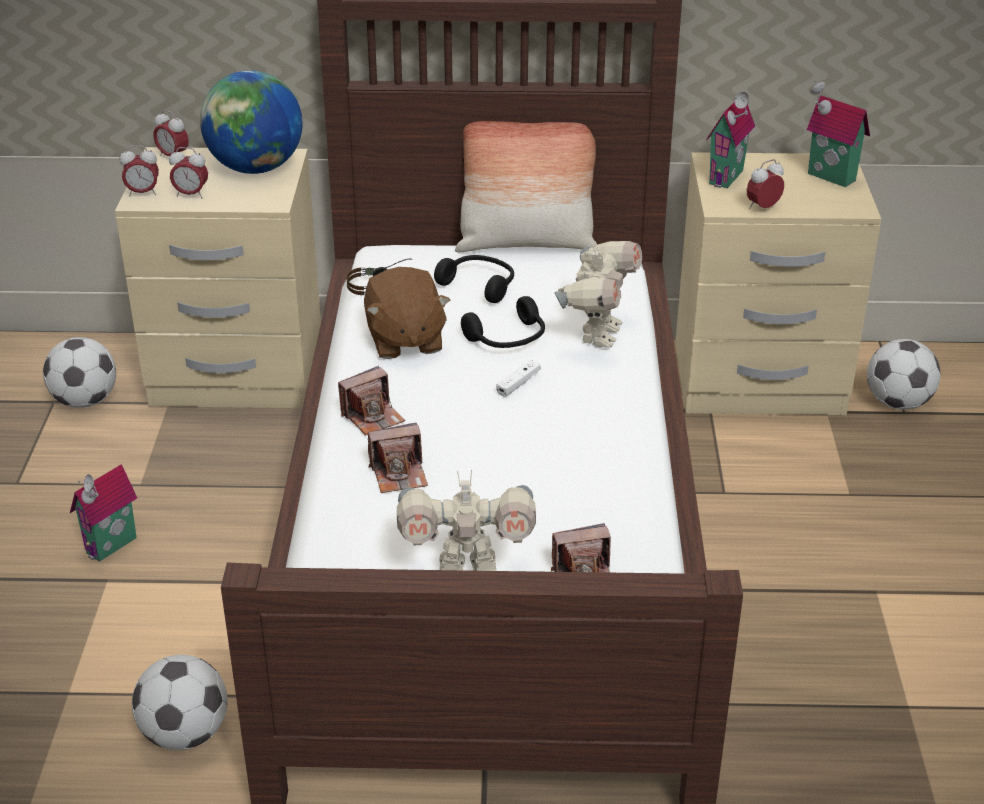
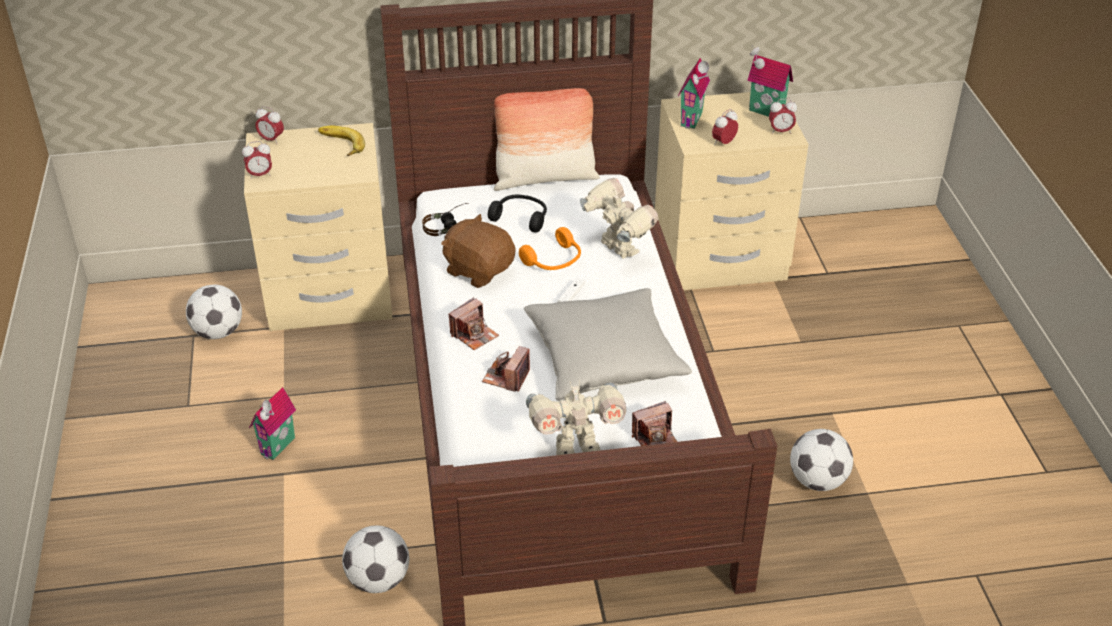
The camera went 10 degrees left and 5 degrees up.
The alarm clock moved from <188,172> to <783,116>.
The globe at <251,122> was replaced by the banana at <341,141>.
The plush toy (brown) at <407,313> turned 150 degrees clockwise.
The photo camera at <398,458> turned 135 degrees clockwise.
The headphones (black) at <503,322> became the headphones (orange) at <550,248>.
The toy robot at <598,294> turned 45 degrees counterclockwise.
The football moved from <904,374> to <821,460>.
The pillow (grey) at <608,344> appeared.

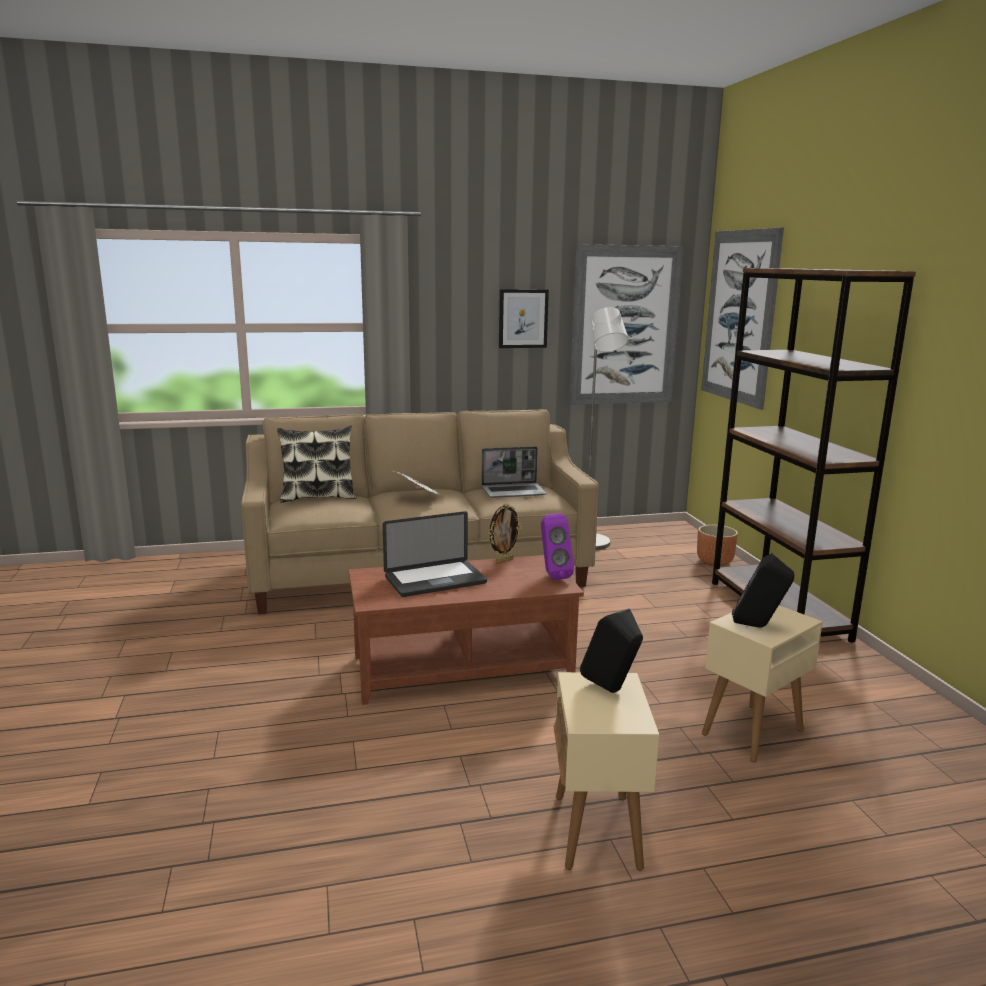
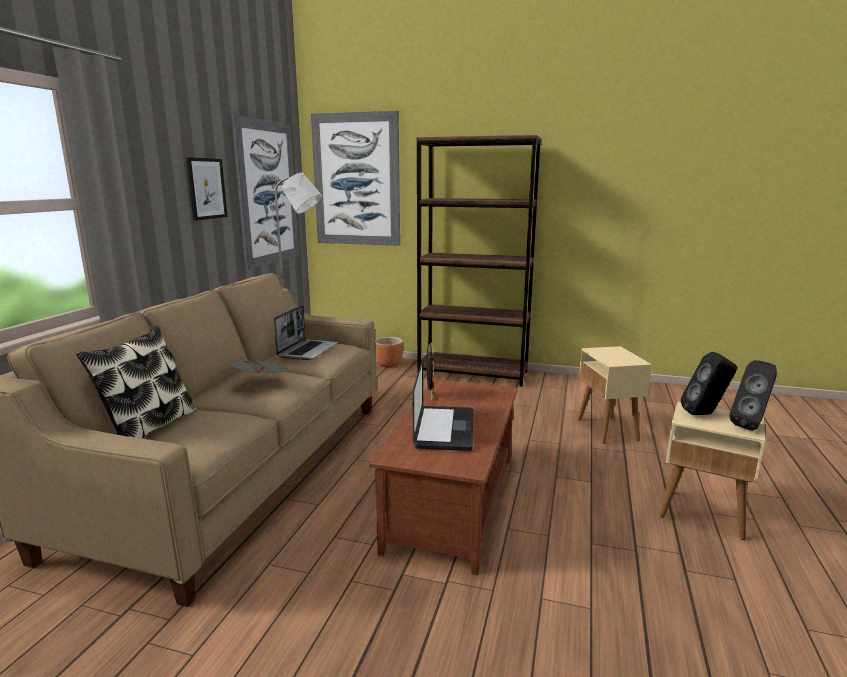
The camera went 60 degrees left and 0 degrees up.
The speaker (purple) at <557,546> disappeared.
The speaker (black) moved from <763,590> to <753,395>.

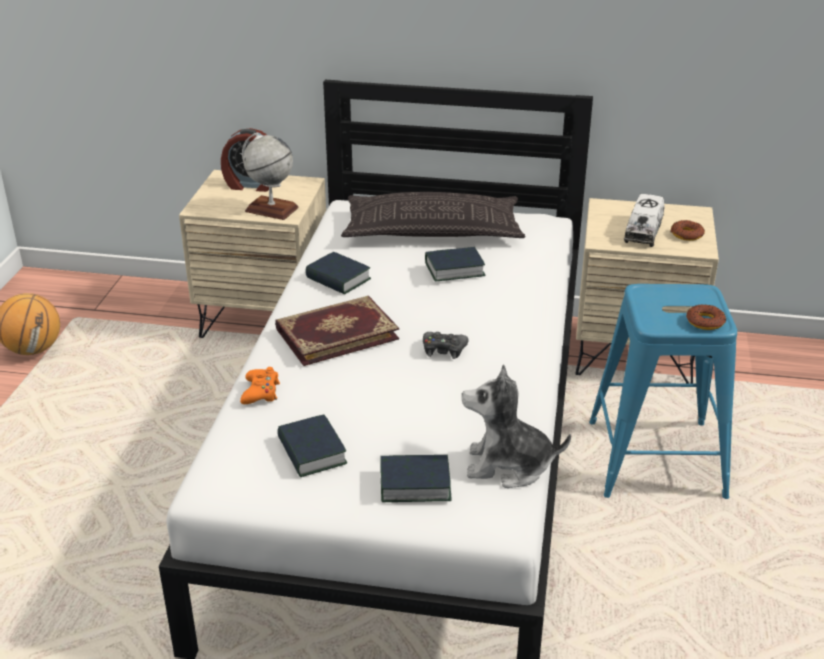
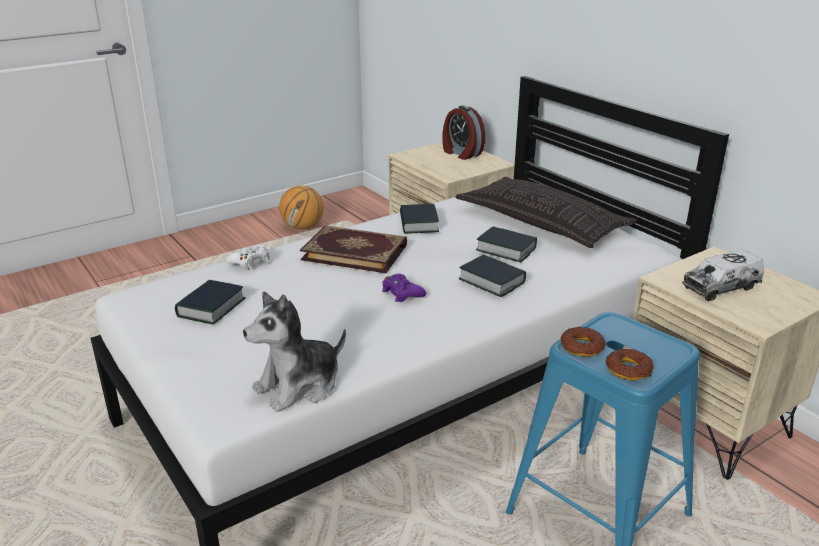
The camera went 45 degrees right and 5 degrees down.
The game controller (orange) at <260,385> became the game controller (white) at <248,257>.
The globe at <270,176> disappeared.
The book moved from <416,478> to <492,276>.
The game controller (black) at <446,345> became the game controller (purple) at <404,288>.
The plush toy at <516,426> turned 90 degrees counterclockwise.
The donut moved from <687,230> to <583,342>.

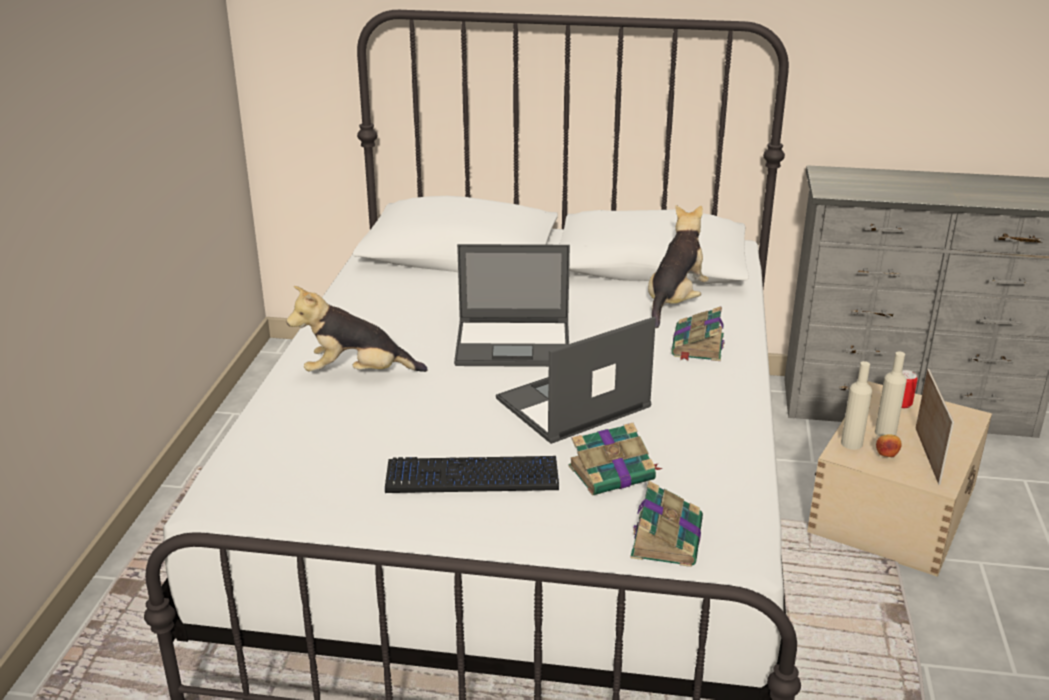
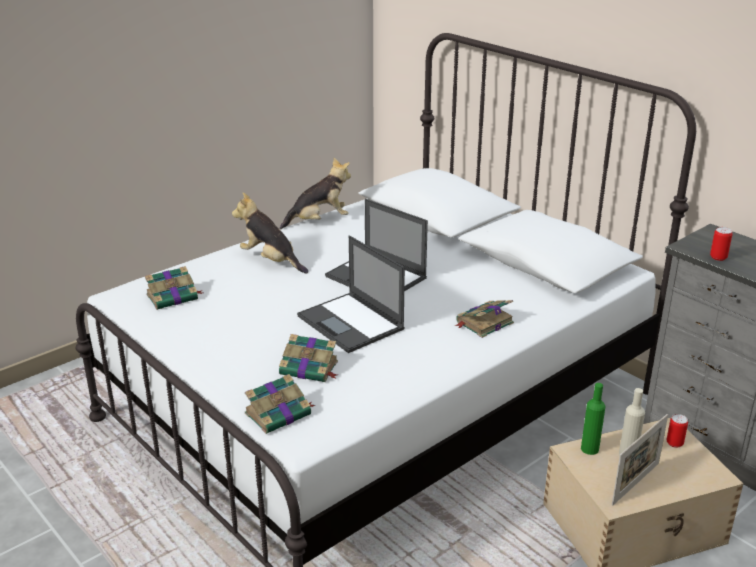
The camera went 40 degrees right and 0 degrees up.
The keyboard at <472,474> disappeared.
The laptop at <576,380> turned 135 degrees counterclockwise.
The plush toy moved from <678,266> to <315,194>.
The bottle (beige) at <856,405> became the bottle (green) at <593,419>.
The apple at <889,445> disappeared.
The book at <173,288> appeared.
The can at <721,244> appeared.

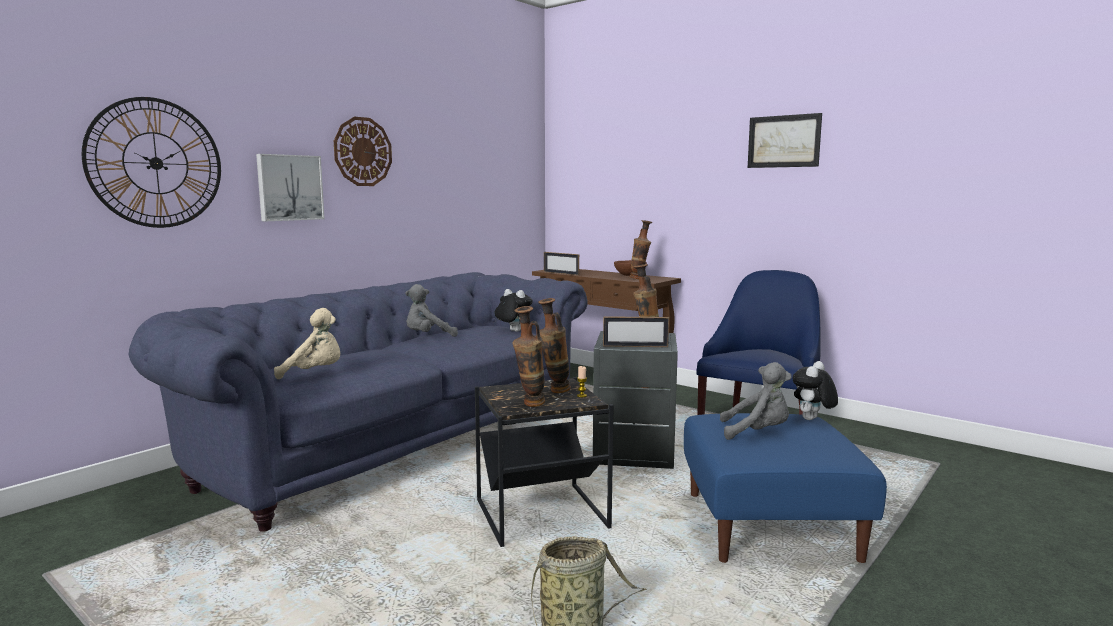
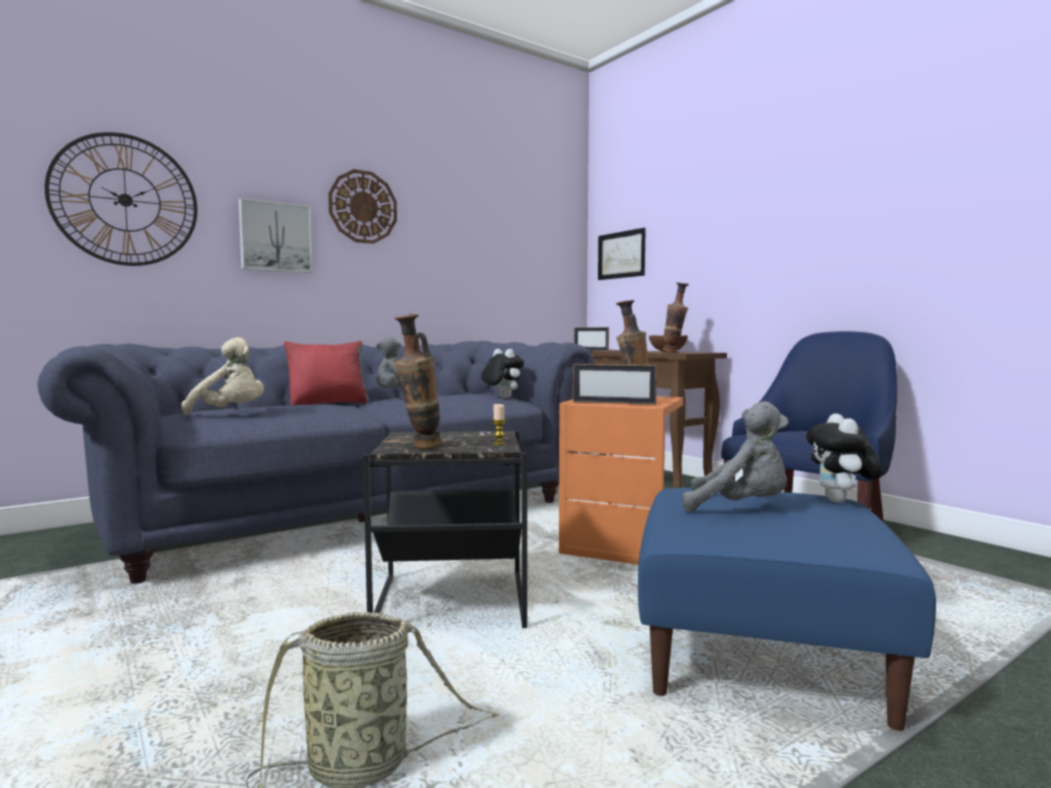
The camera went 15 degrees right and 5 degrees down.
The vase at <554,345> disappeared.
The side table (grey) at <635,400> became the side table (orange) at <621,480>.
The picture moved from <785,140> to <622,254>.
The plush toy at <815,390> turned 45 degrees counterclockwise.
The pillow (red) at <326,373> appeared.

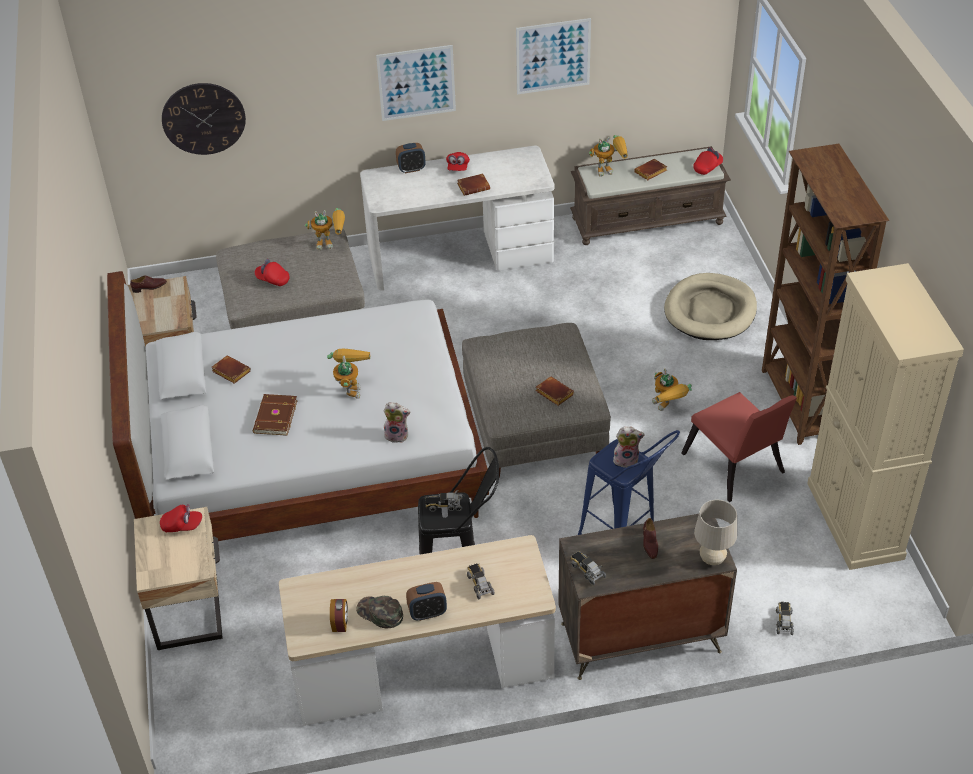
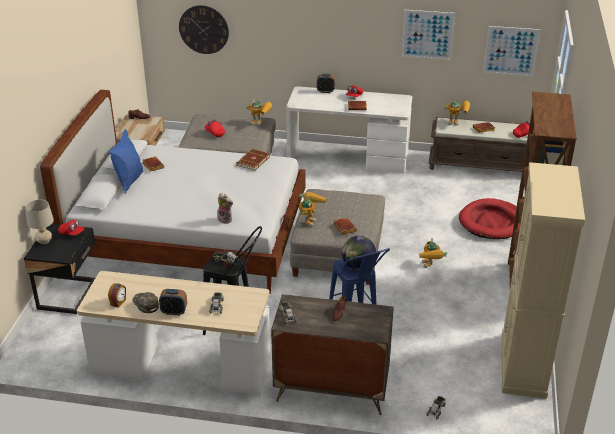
The camera went 20 degrees right and 10 degrees down.
The nightstand (beige) at <178,578> became the nightstand (black) at <59,269>.
The book (brown) moved from <275,415> to <253,160>.
The toy robot moved from <348,373> to <313,209>.
The picture moved from <416,83> to <511,51>.
The plush toy at <629,447> was replaced by the globe at <359,253>.
The dog bed (beige) at <710,306> became the dog bed (red) at <489,218>.
The chair (red) at <739,447> disappeared.
The table lamp (beige) moved from <715,532> to <39,221>.
The pillow (blue) at <125,161> appeared.

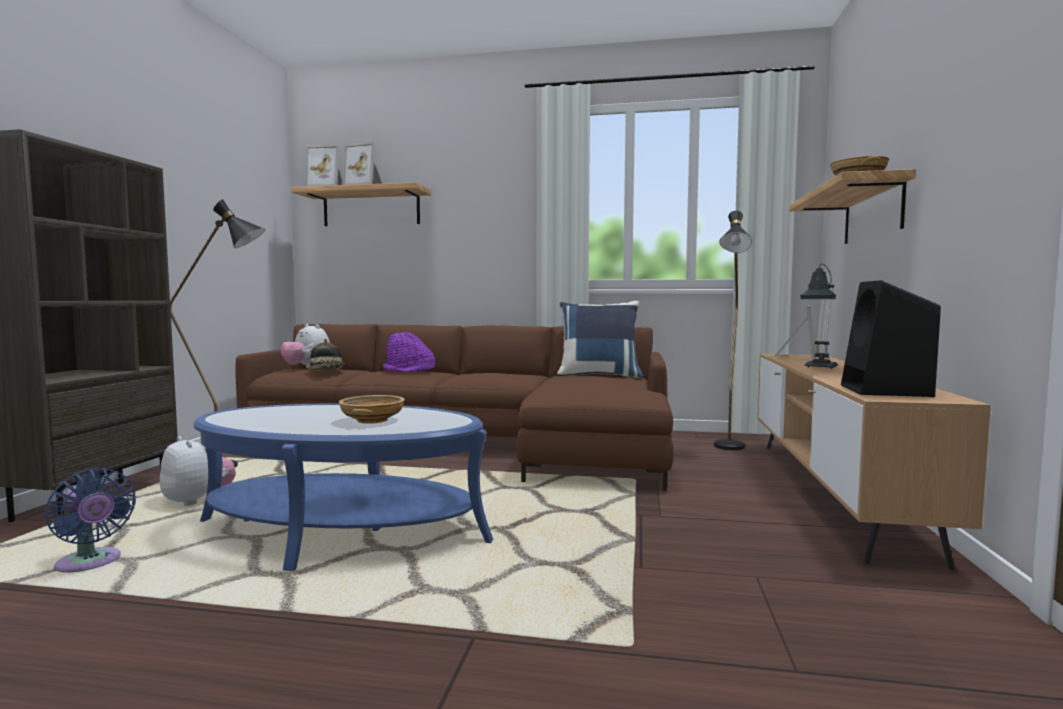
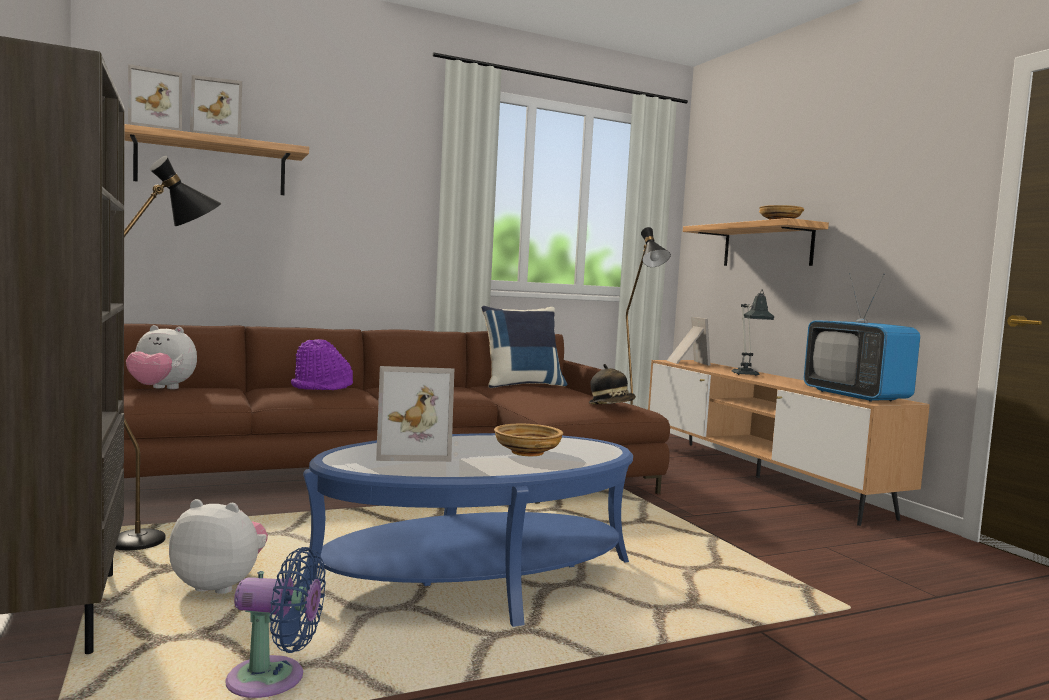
The camera went 35 degrees left and 0 degrees up.
The hat moved from <326,355> to <612,384>.
The speaker (black) at <891,338> was replaced by the television at <862,337>.
The picture frame at <415,414> appeared.

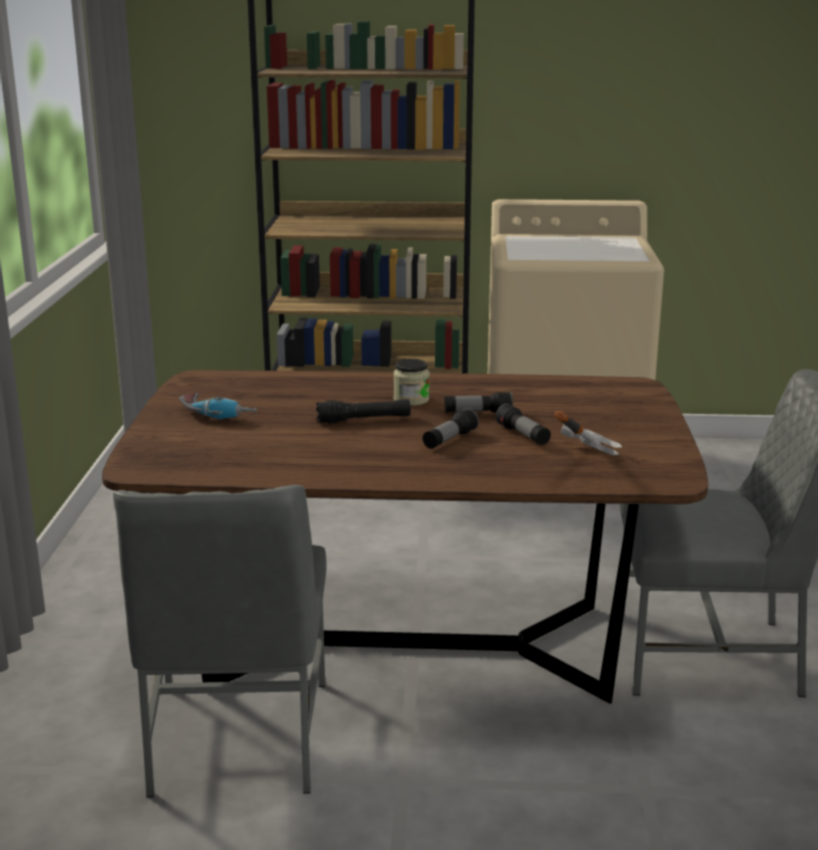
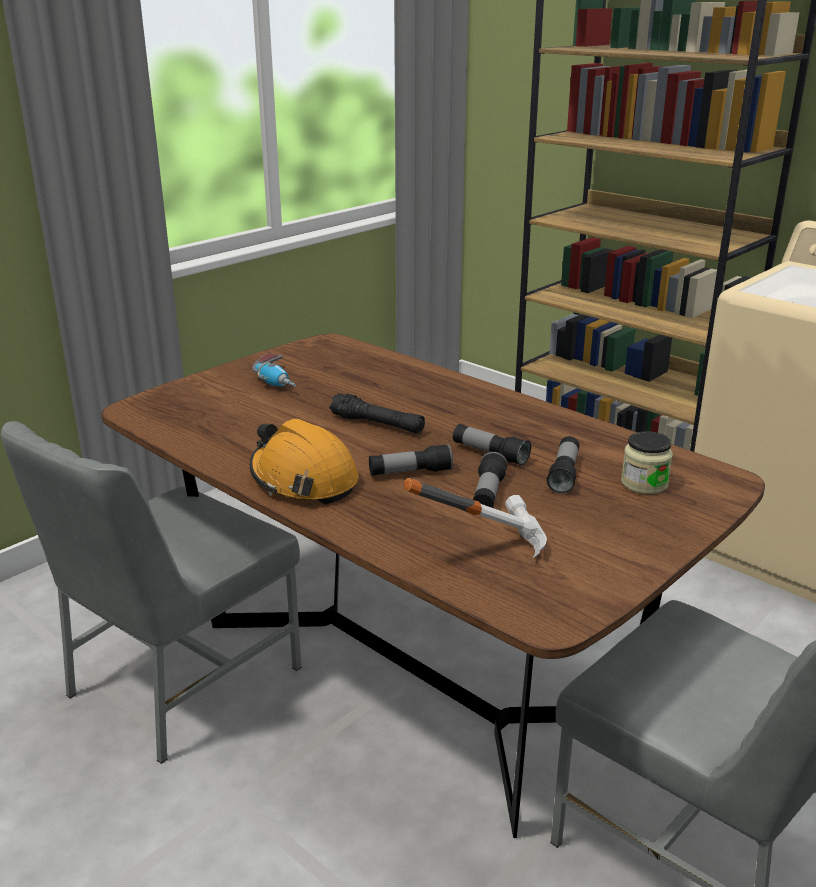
The camera went 40 degrees right and 5 degrees up.
The jar moved from <411,382> to <647,462>.
The hard hat (orange) at <304,461> appeared.
The flashlight at <563,465> appeared.

